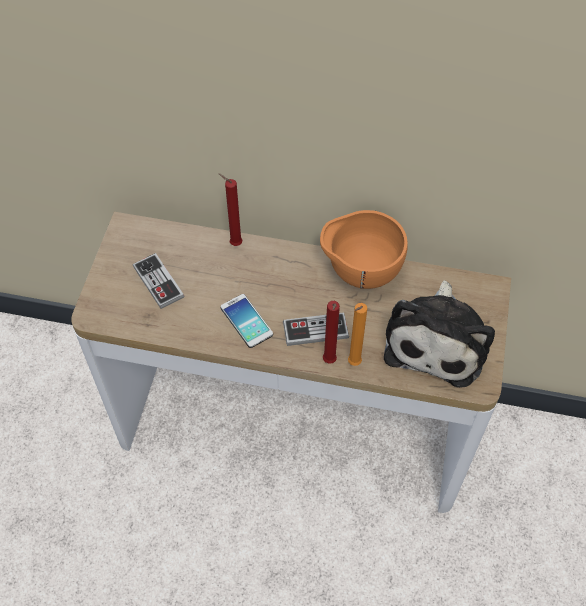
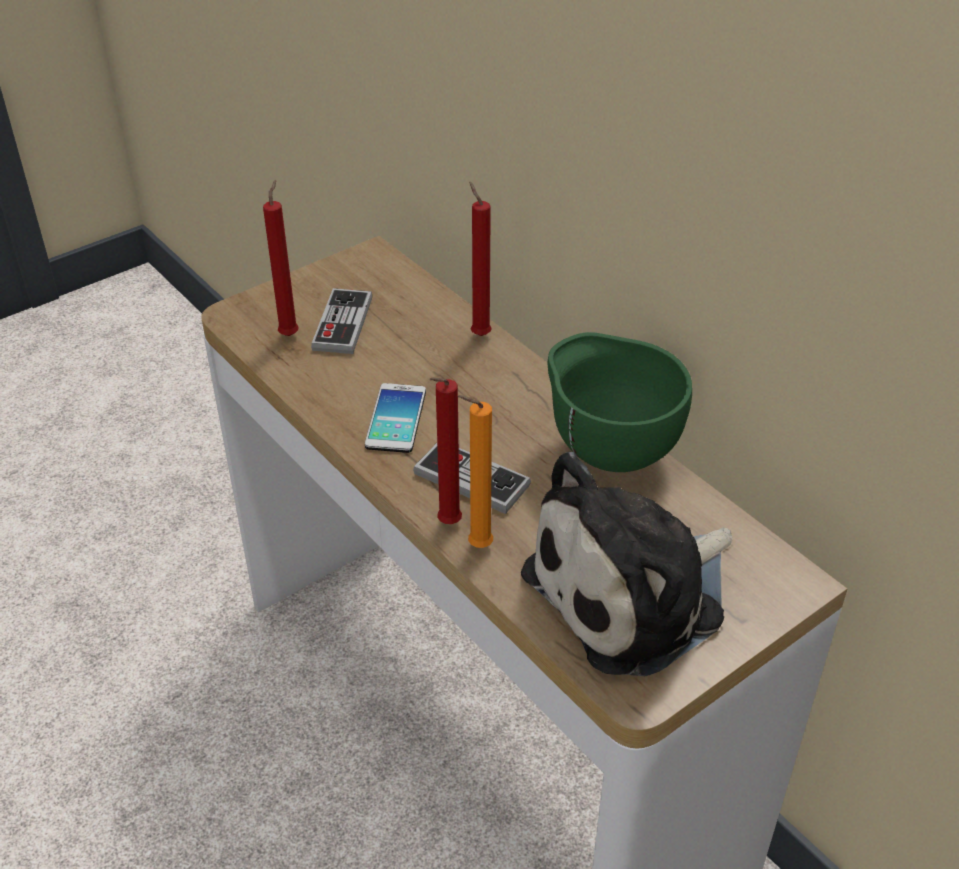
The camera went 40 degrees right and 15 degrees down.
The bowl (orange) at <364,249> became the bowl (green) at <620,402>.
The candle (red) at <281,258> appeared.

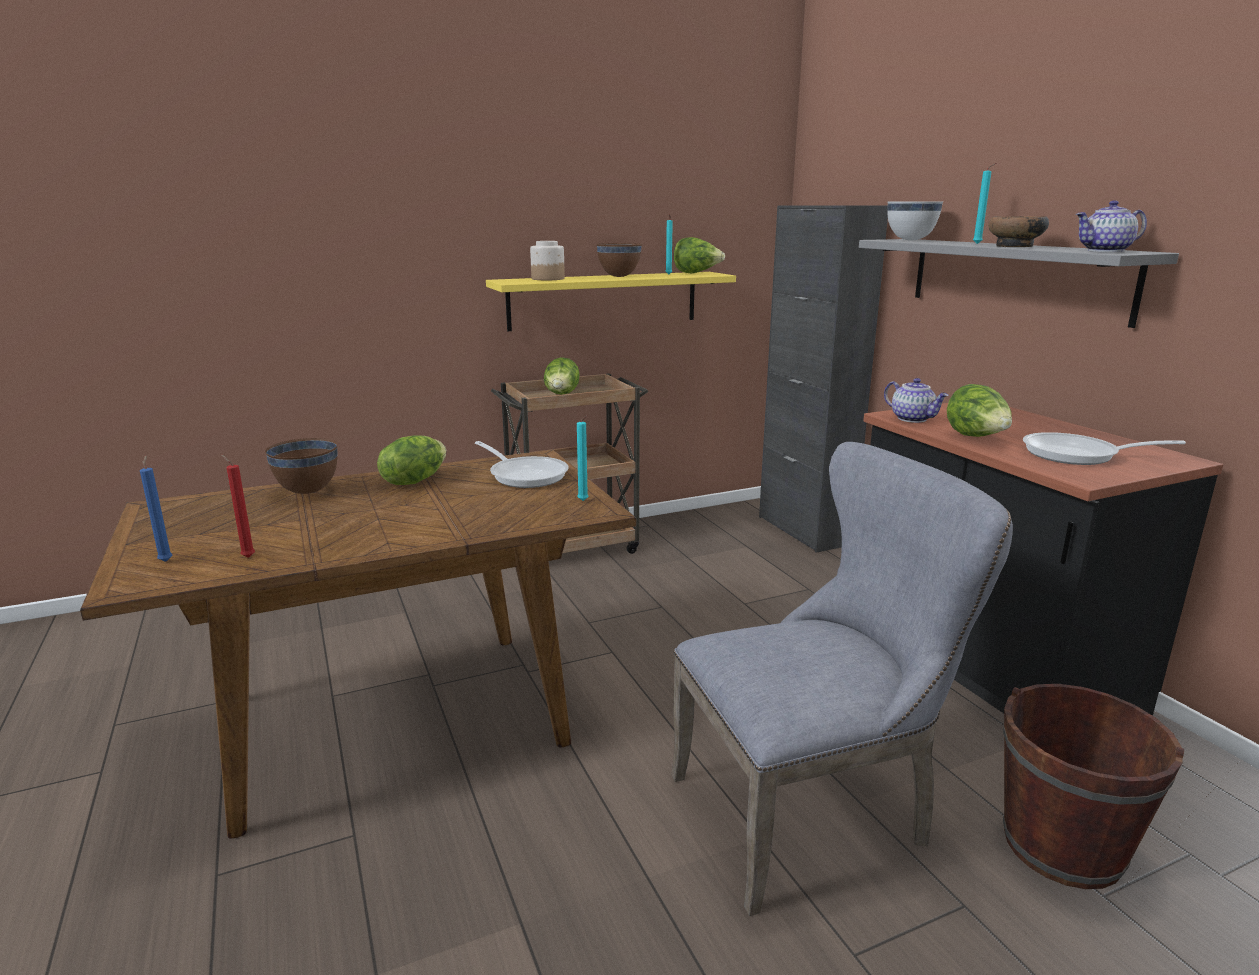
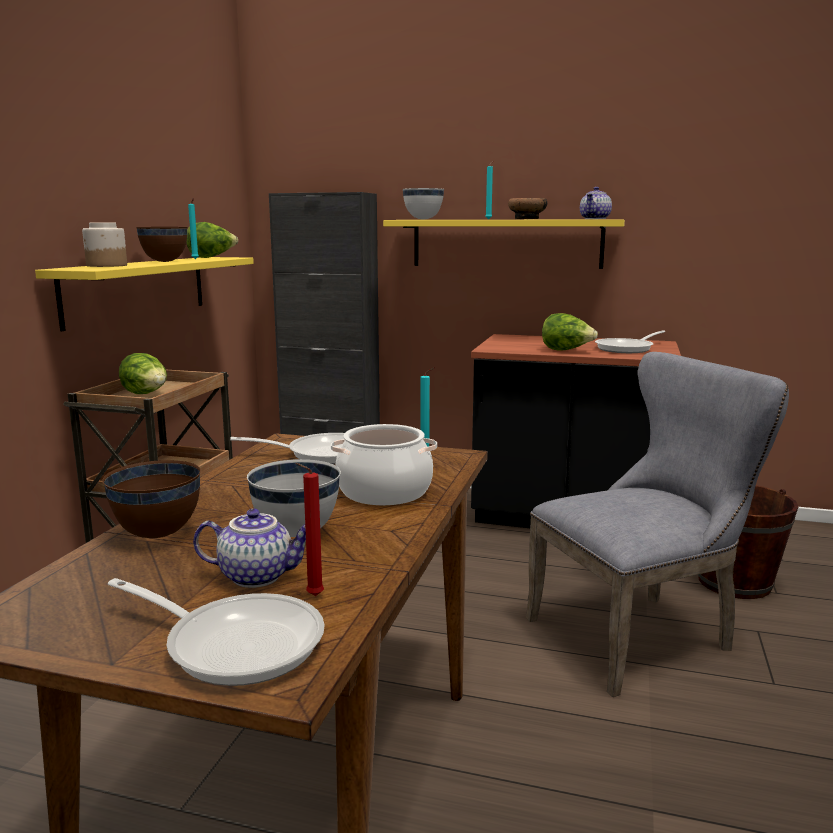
The camera went 50 degrees left and 5 degrees down.
The candle (blue) at <156,509> was replaced by the frying pan at <216,632>.
The lettuce at <411,460> disappeared.
The chair (grey) at <842,679> turned 45 degrees clockwise.
The shelf (grey) at <1019,283> became the shelf (yellow) at <504,244>.
The teapot moved from <916,400> to <249,548>.
The bowl (white) at <294,498> appeared.
The cooking pot at <384,464> appeared.

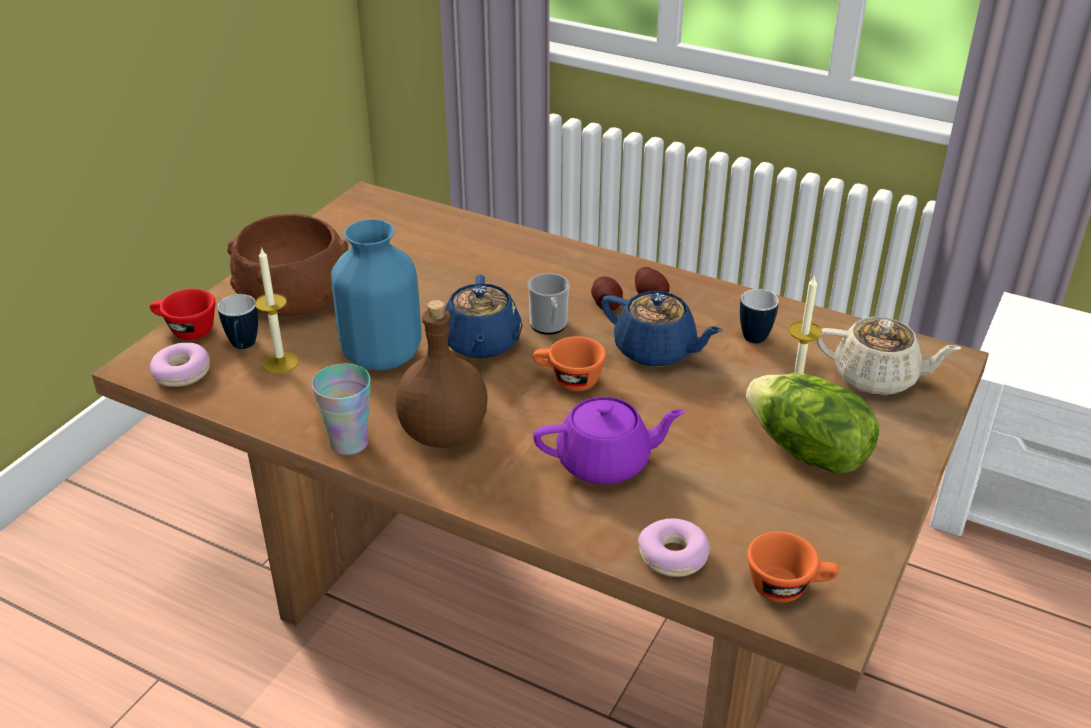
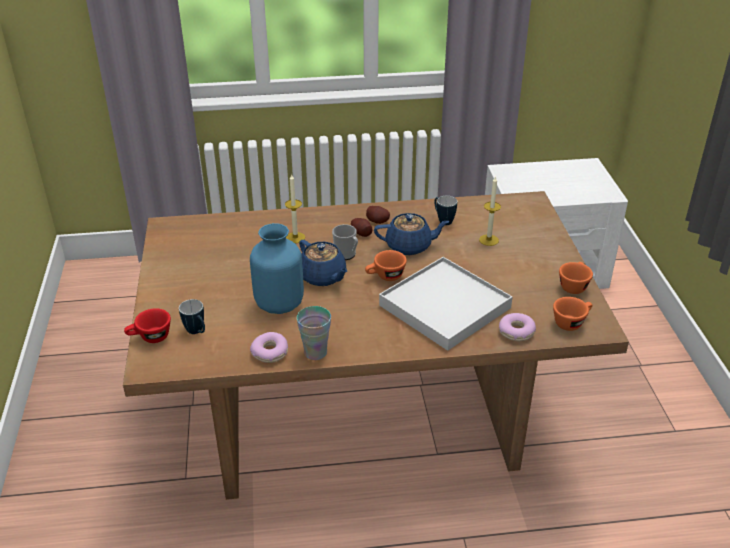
The camera went 35 degrees left and 0 degrees up.
The donut moved from <180,365> to <269,347>.
The bowl (brown) at <287,265> disappeared.
The candle moved from <277,310> to <295,208>.
The bottle (brown) at <442,374> disappeared.
The teapot (purple) at <609,440> was replaced by the tray (white) at <445,304>.
The lettuce at <812,423> disappeared.
The teapot (beige) at <889,356> disappeared.
The cup (orange) at <576,278> appeared.

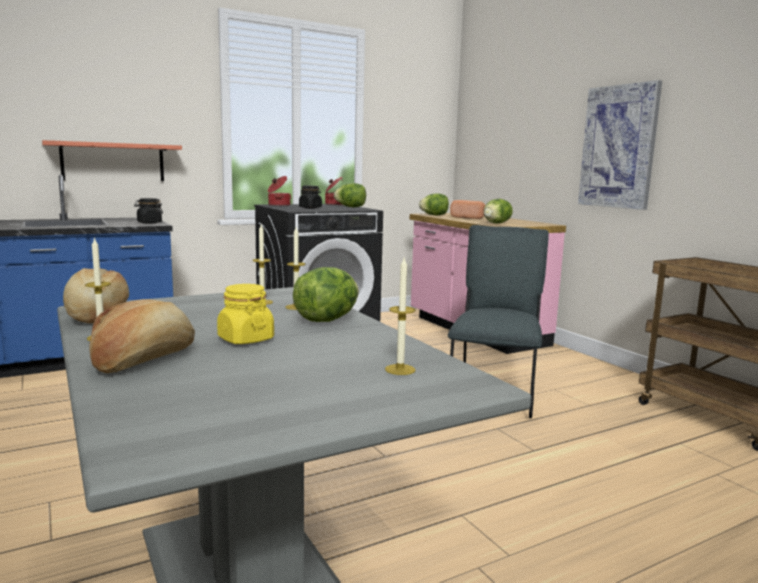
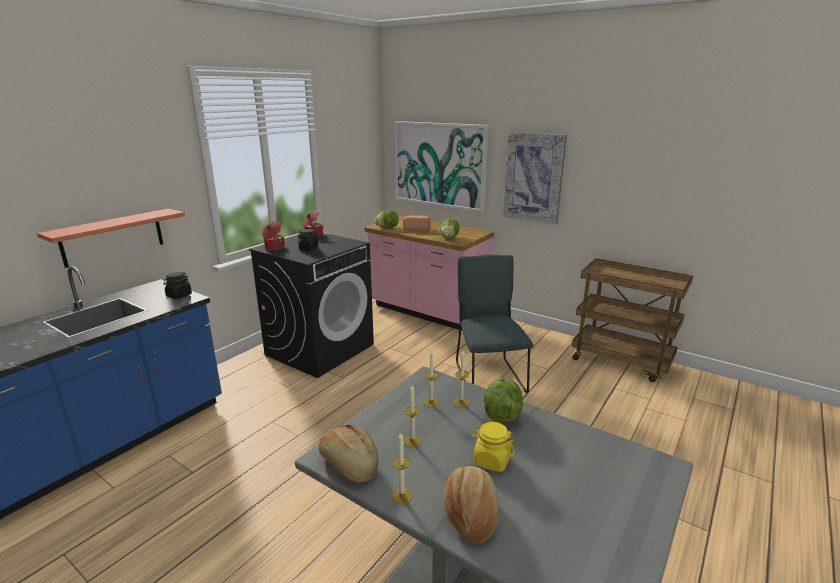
The camera went 25 degrees left and 10 degrees up.
The lettuce at <350,195> disappeared.
The candle moved from <400,316> to <412,416>.
The picture at <441,166> appeared.

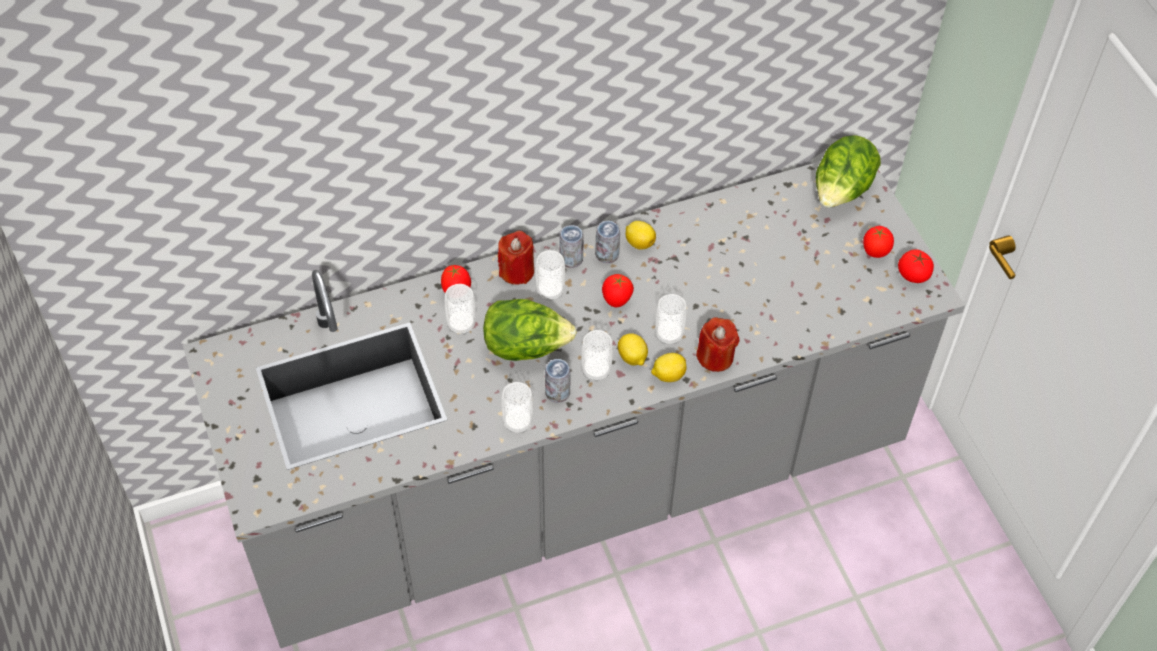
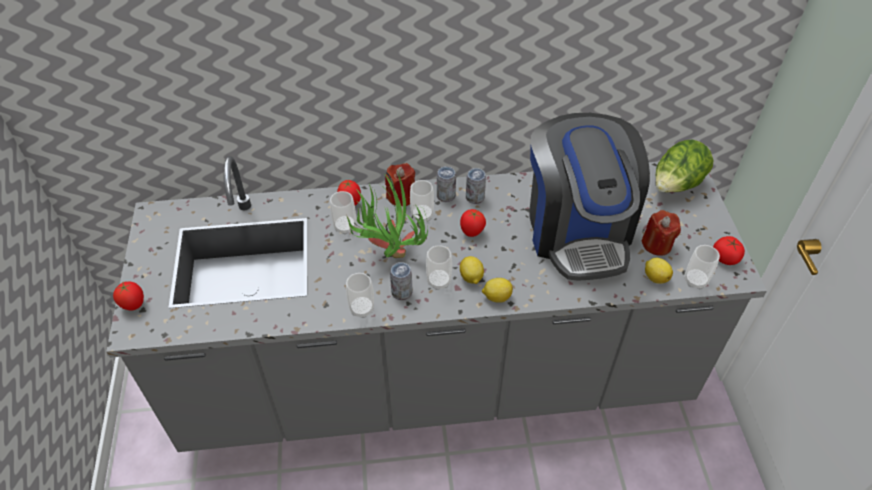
The camera went 15 degrees right and 5 degrees down.
The lettuce at <530,330> was replaced by the potted plant at <387,214>.
The lemon moved from <640,235> to <659,271>.
The cup moved from <671,319> to <702,267>.
The candle (red) moved from <718,344> to <661,233>.
The tomato moved from <878,242> to <128,296>.
The coffee machine at <590,197> appeared.

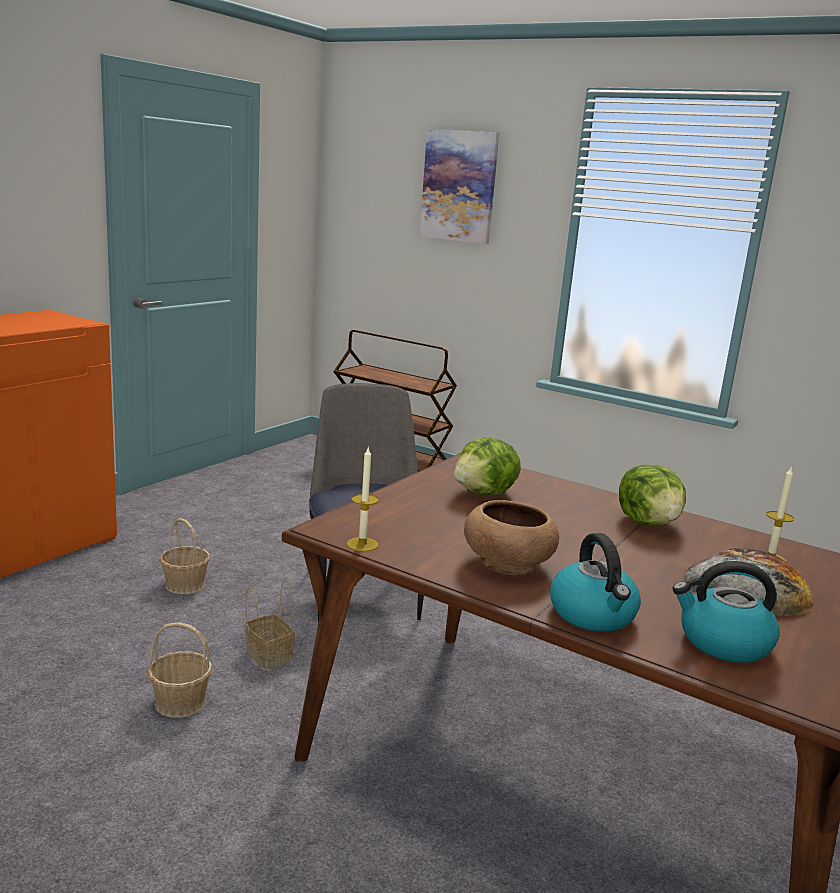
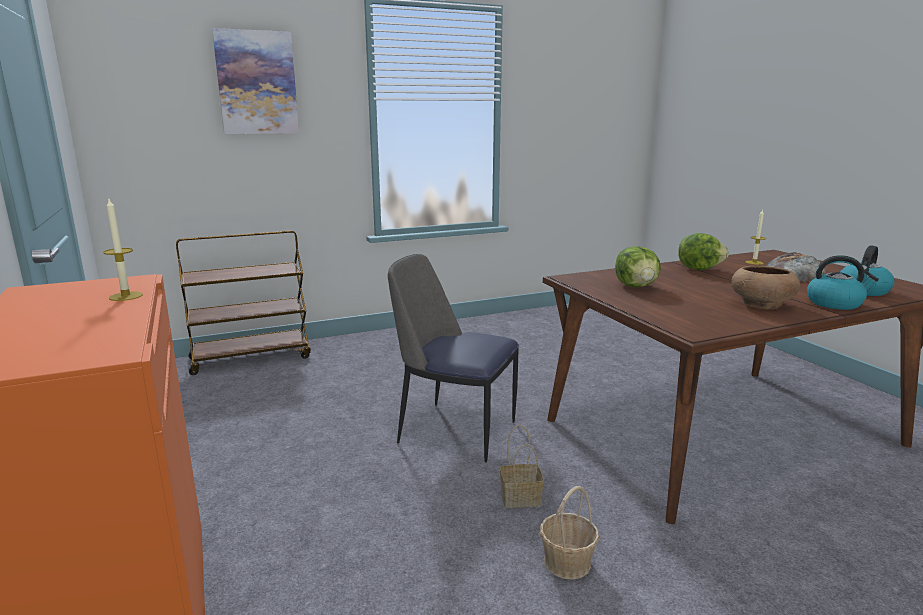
The camera went 55 degrees left and 0 degrees up.
The basket at <185,556> disappeared.
The candle moved from <363,500> to <123,249>.

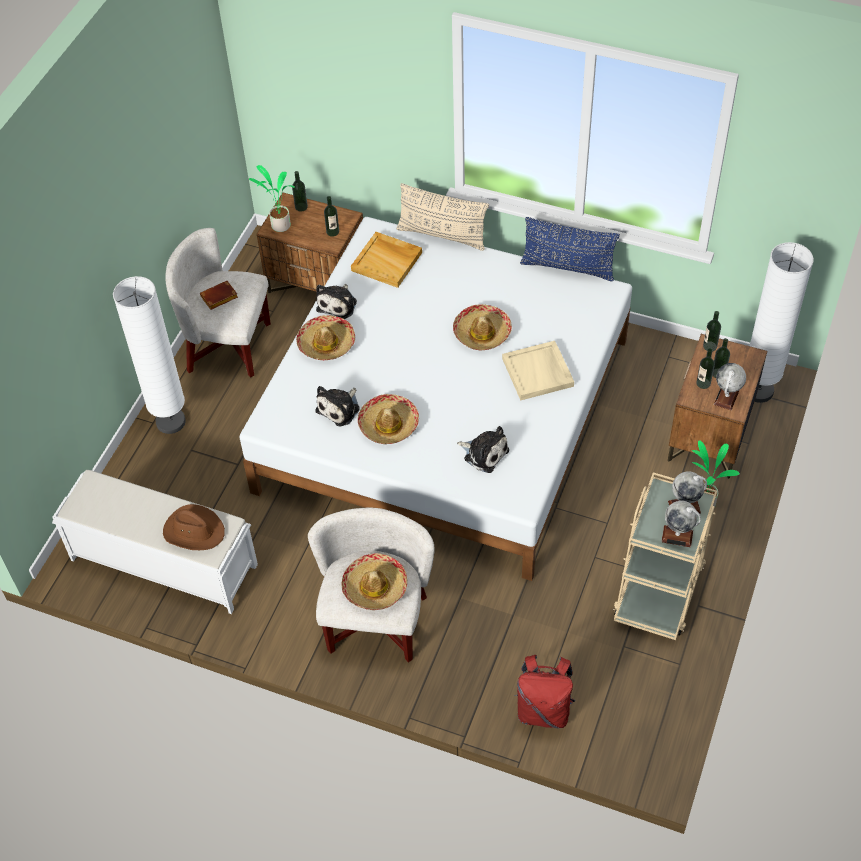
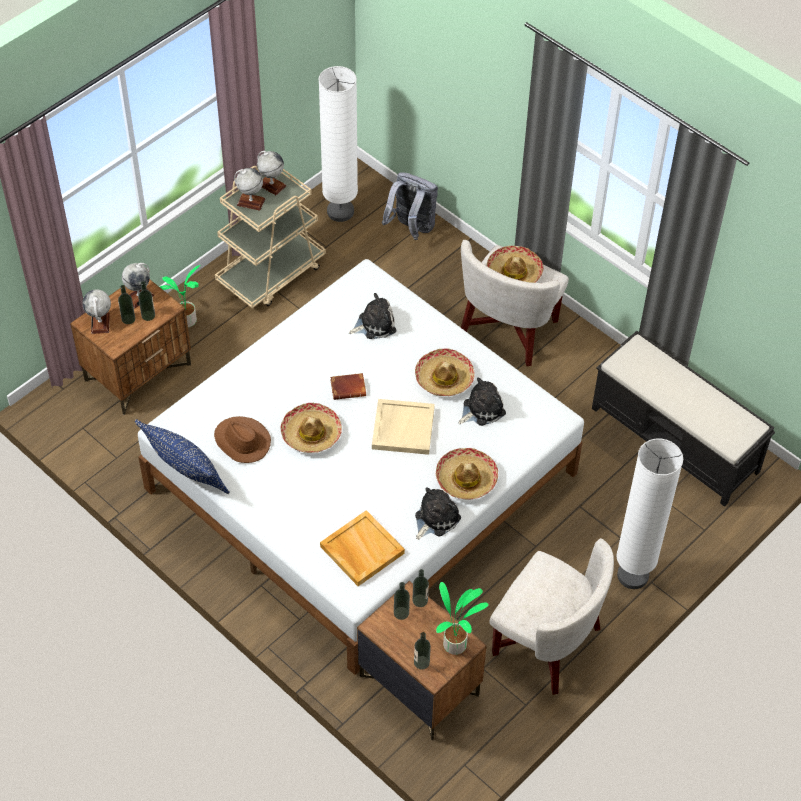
The camera went 160 degrees left and 0 degrees up.
The bench (white) at <155,542> became the bench (black) at <683,419>.
The hat (brown) moved from <194,527> to <242,439>.
The book (brown) moved from <219,295> to <348,386>.
The pillow (beige) at <442,217> disappeared.
The plush toy at <483,449> turned 105 degrees clockwise.
The tray (beige) moved from <538,370> to <403,427>.
The backpack (red) at <545,692> became the backpack (grey) at <410,206>.
The bottle moved from <712,331> to <420,588>.
The floor lamp (white) moved from <782,322> to <338,144>.
The globe at <96,311> appeared.

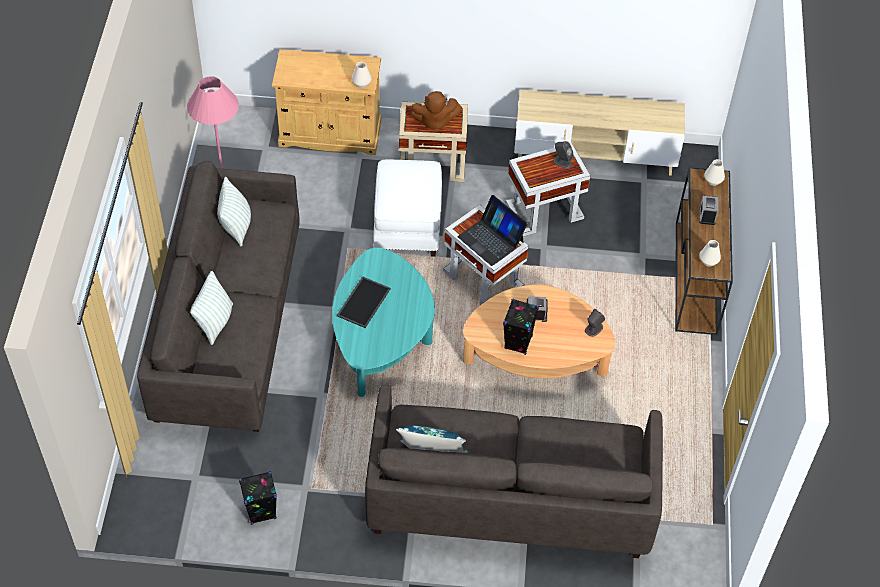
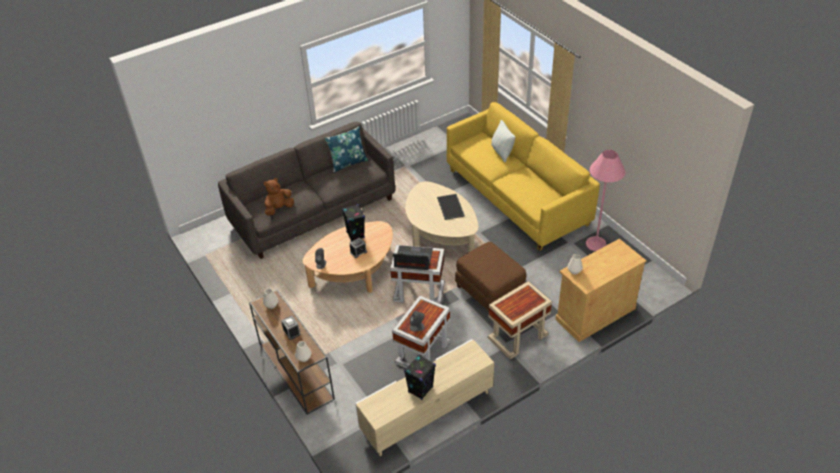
The camera went 145 degrees right and 10 degrees down.
The sofa (grey) at <218,296> became the sofa (yellow) at <523,176>.
The pillow at <234,211> disappeared.
The speaker (black) moved from <258,498> to <420,377>.
The coffee table (turquoise) at <383,322> became the coffee table (beige) at <442,217>.
The ottoman (white) at <407,208> became the ottoman (brown) at <490,276>.
The plush toy (brown) moved from <436,111> to <279,197>.

